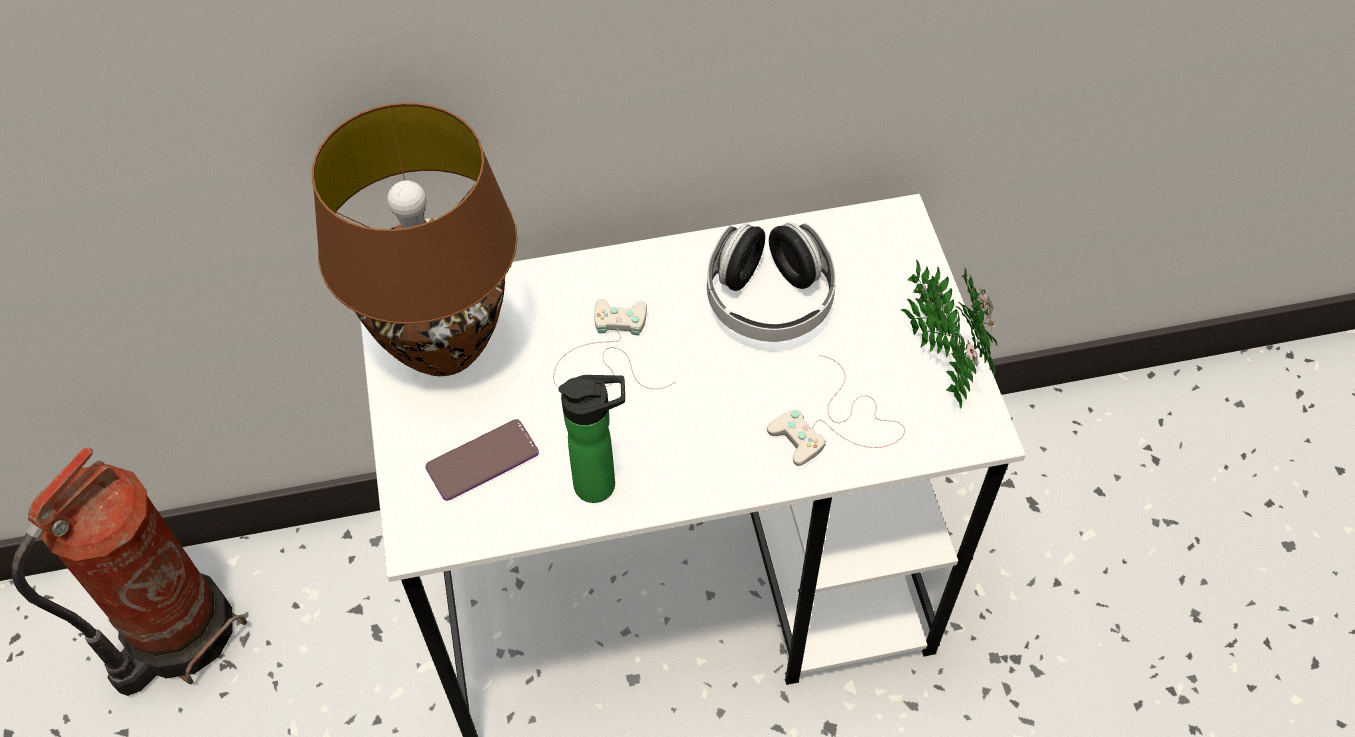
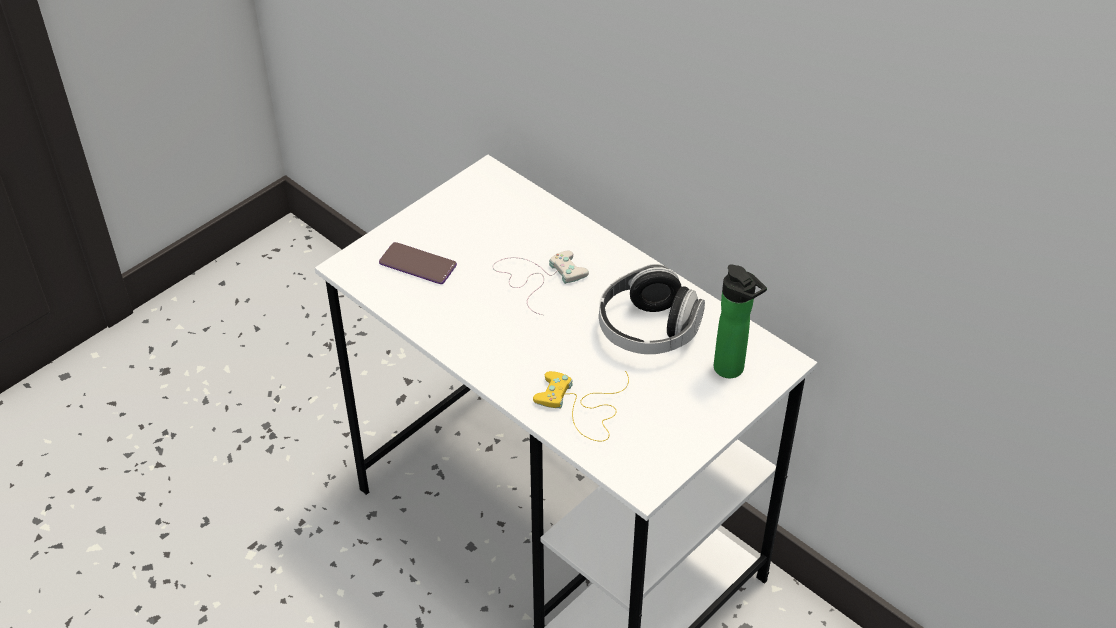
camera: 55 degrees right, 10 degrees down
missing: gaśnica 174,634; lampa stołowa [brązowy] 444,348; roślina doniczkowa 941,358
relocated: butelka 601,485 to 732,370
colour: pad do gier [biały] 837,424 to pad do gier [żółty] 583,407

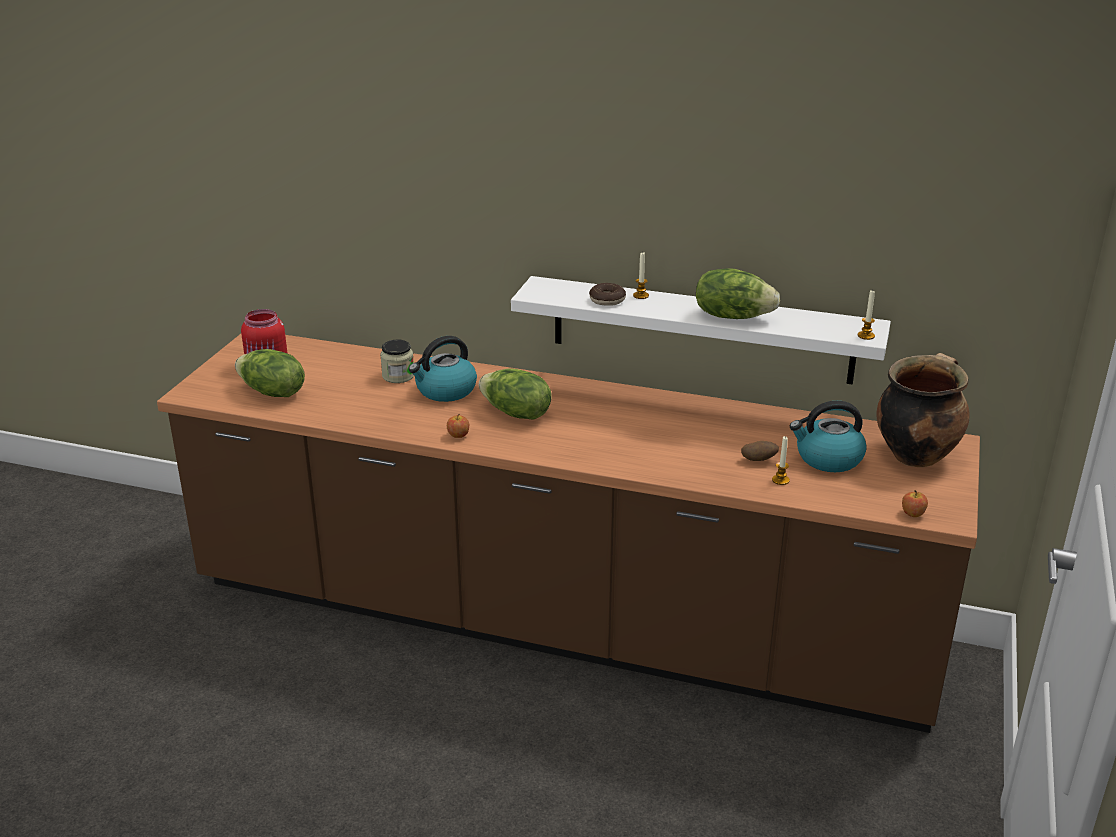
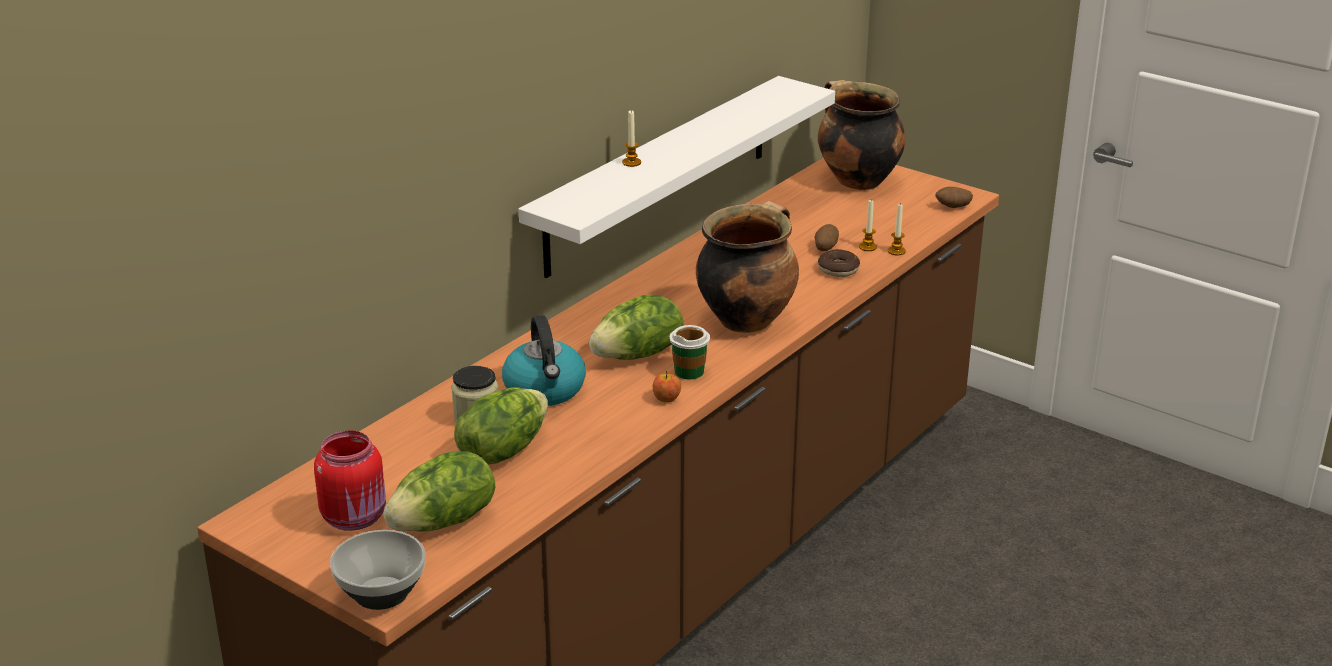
camera: 70 degrees left, 0 degrees up
missing: czajnik 828,459
appeared: miska 380,593; filiżanka 689,371; garnek 746,319
relocated: donut 607,300 to 838,270; sałata 732,316 to 502,450; świeca 866,336 to 896,251
exchanged: jabłko 912,513 to ziemniak 952,207

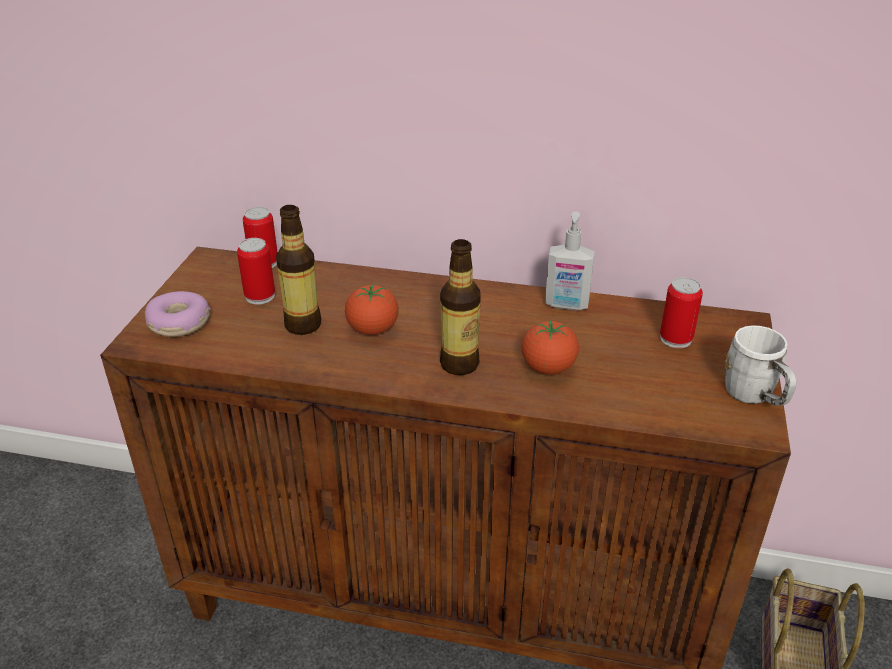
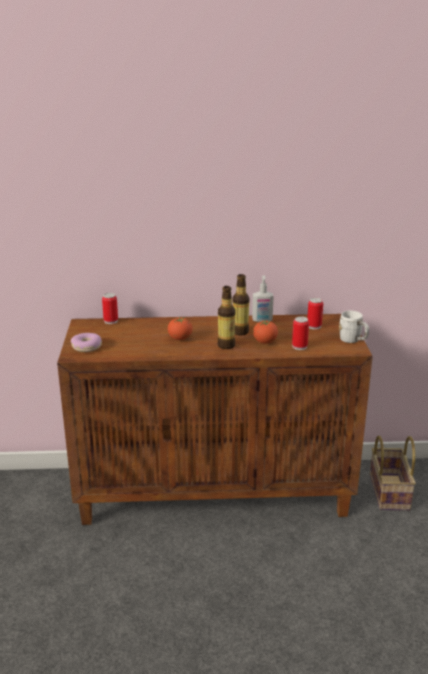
camera: 15 degrees left, 10 degrees down
relocated: puszka 260,296 to 299,346; butelka 303,325 to 240,332

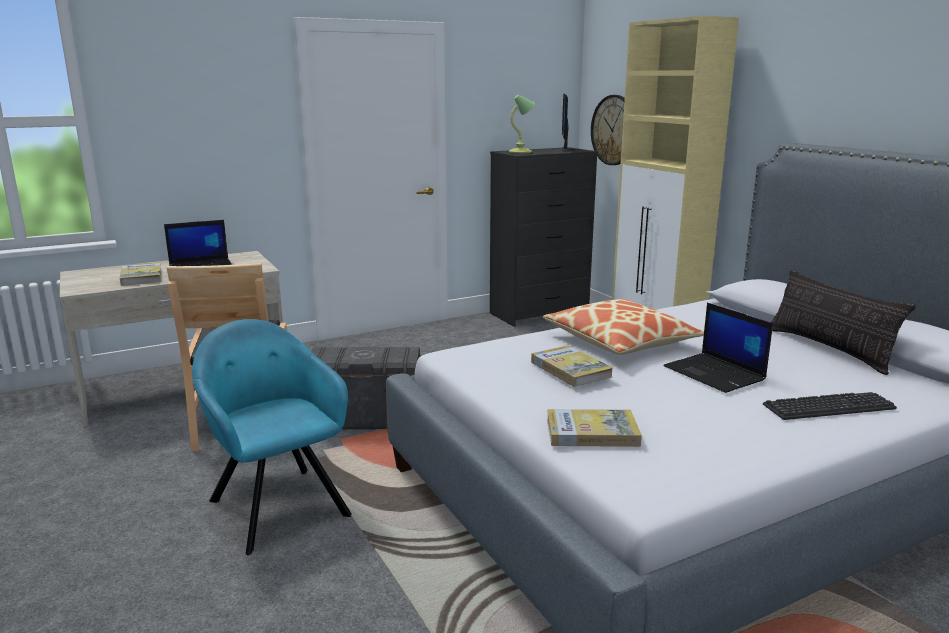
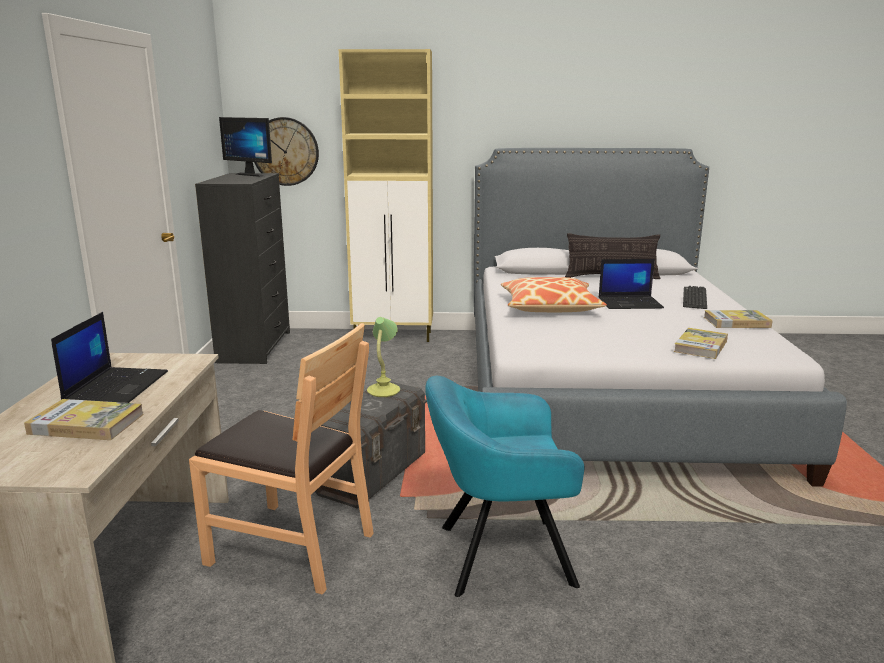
camera: 60 degrees left, 0 degrees up
relocated: lampa stołowa 521,152 to 384,390; książka 570,369 to 736,322

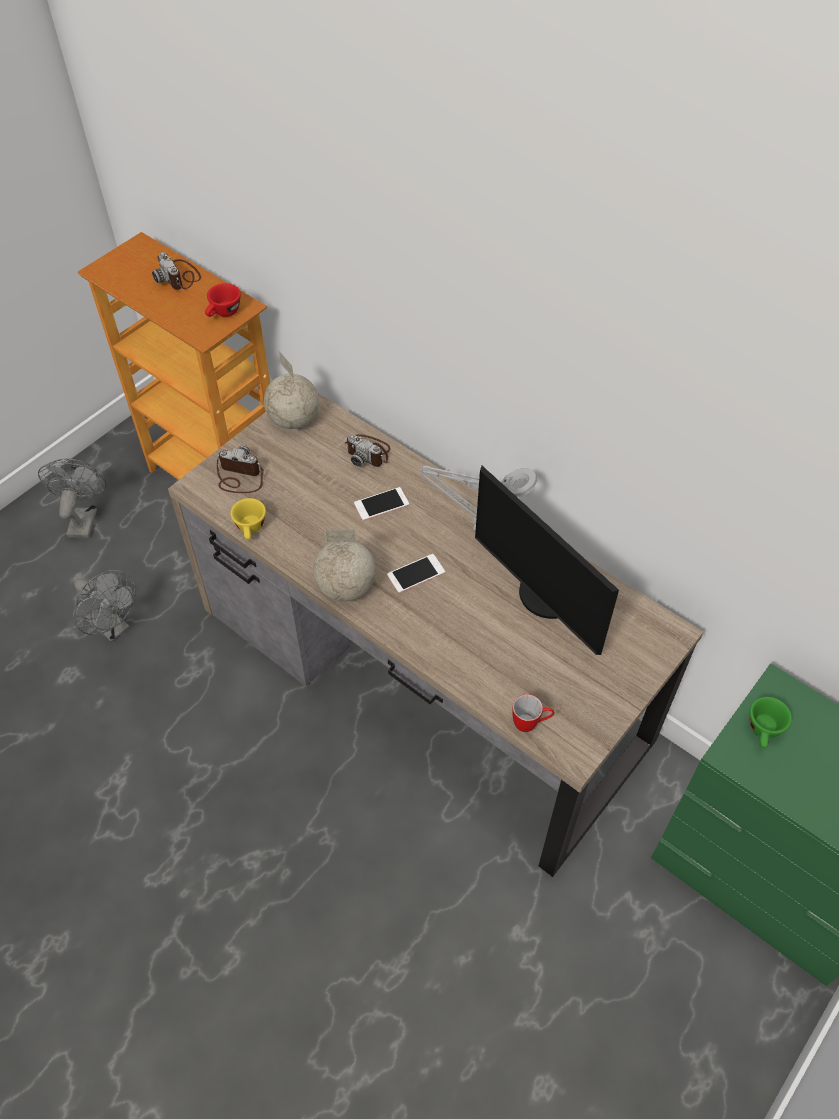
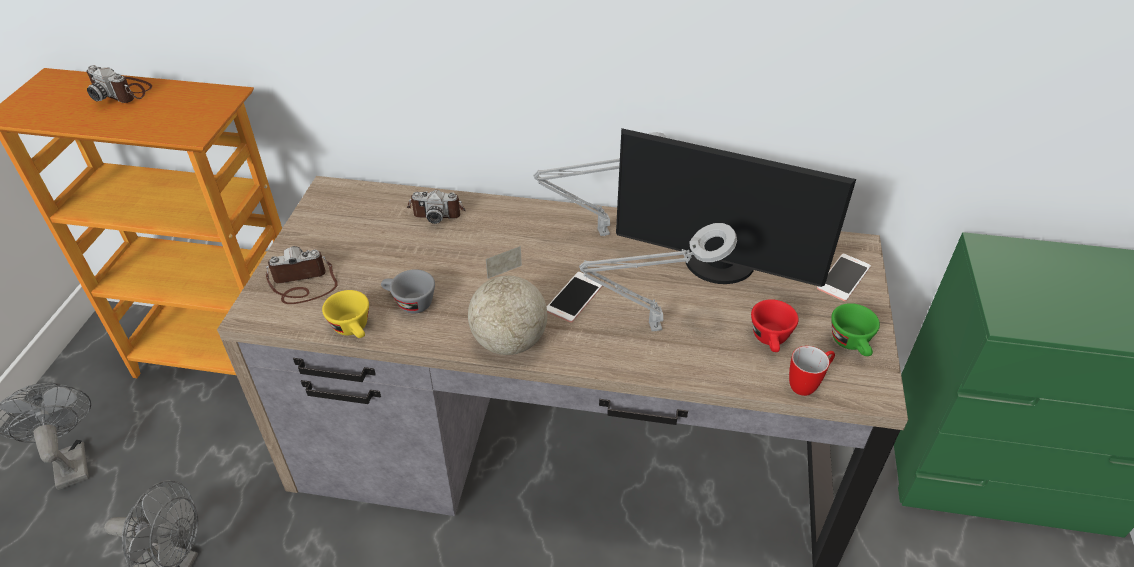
camera: 30 degrees left, 10 degrees down
missing: globus 294,420
appeared: filiżanka [szary] 409,303; lampa stołowa [szary] 650,328
relocated: filiżanka [czerwony] 223,313 to 771,340; telefon 381,504 to 843,278; filiżanka [zielony] 763,732 to 852,344

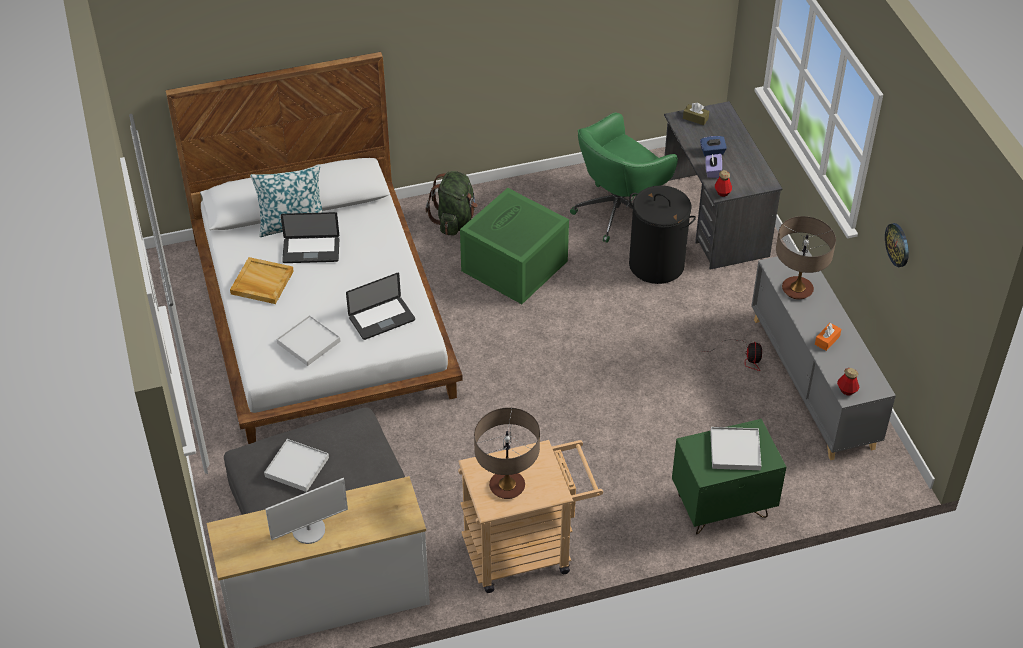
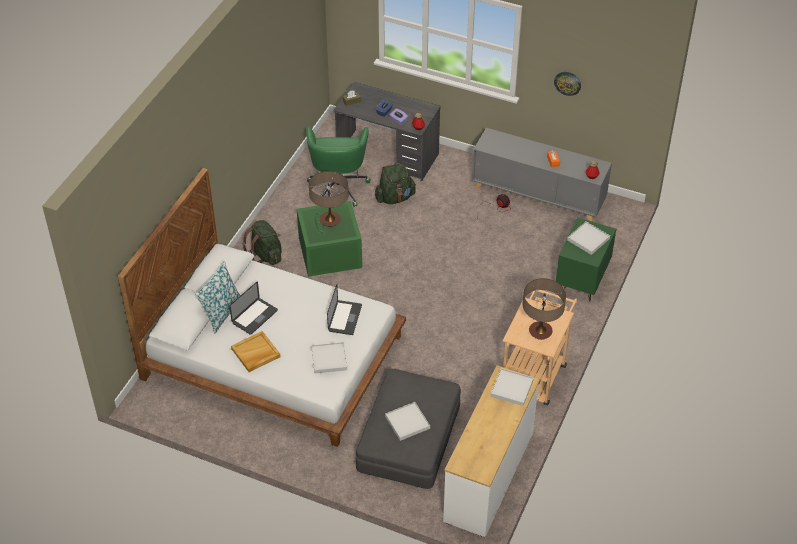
camera: 50 degrees left, 0 degrees up
missing: monitor 309,530
appeared: taca [biały] 511,388
relocated: lampa stołowa 797,290 to 330,220
exchanged: kosz na pranie [czarny] 656,264 to plecak [zielony] 395,198

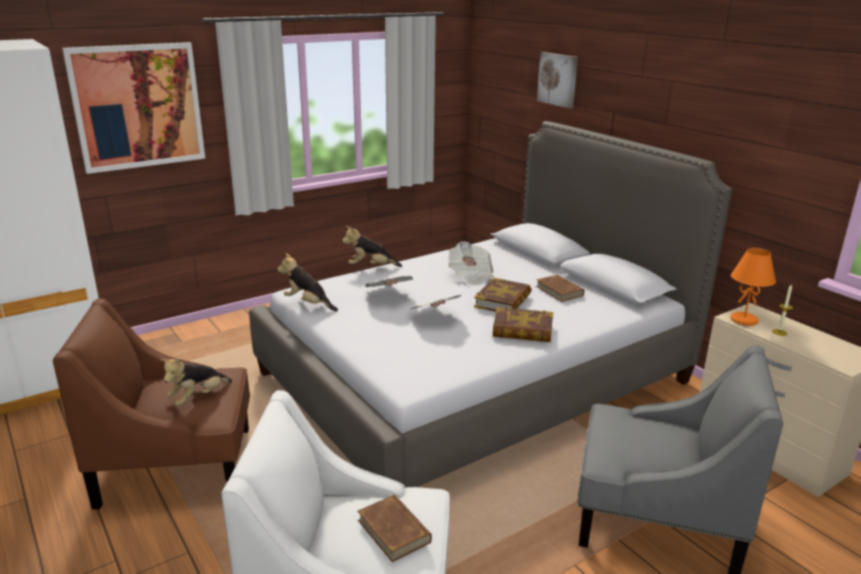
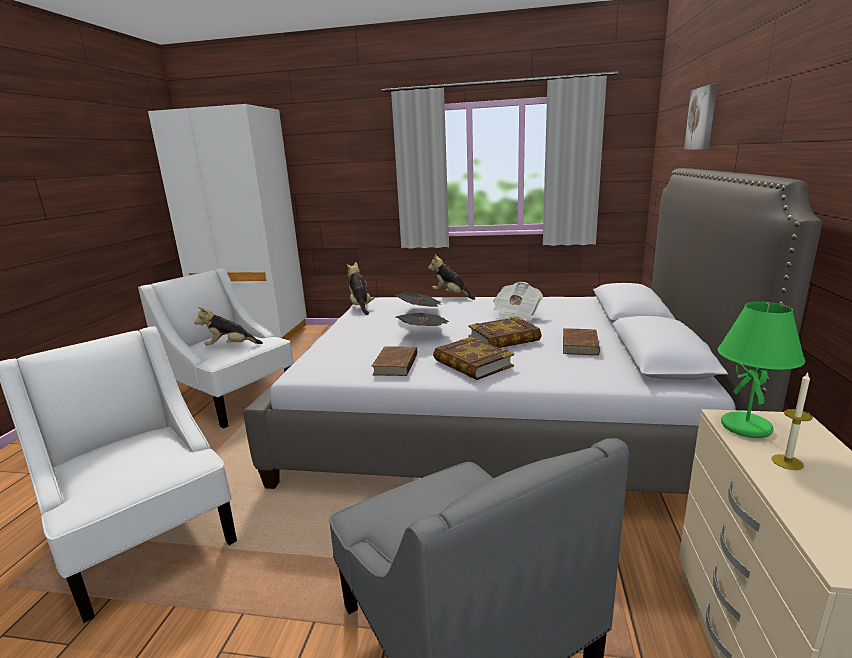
camera: 45 degrees right, 5 degrees down
missing: obraz 138,106
relocated: książka [brązowy] 394,530 to 396,364
colour: fotel [brązowy] 177,466 to fotel [biały] 232,398; lampa stołowa [pomarańczowy] 744,320 to lampa stołowa [zielony] 747,427

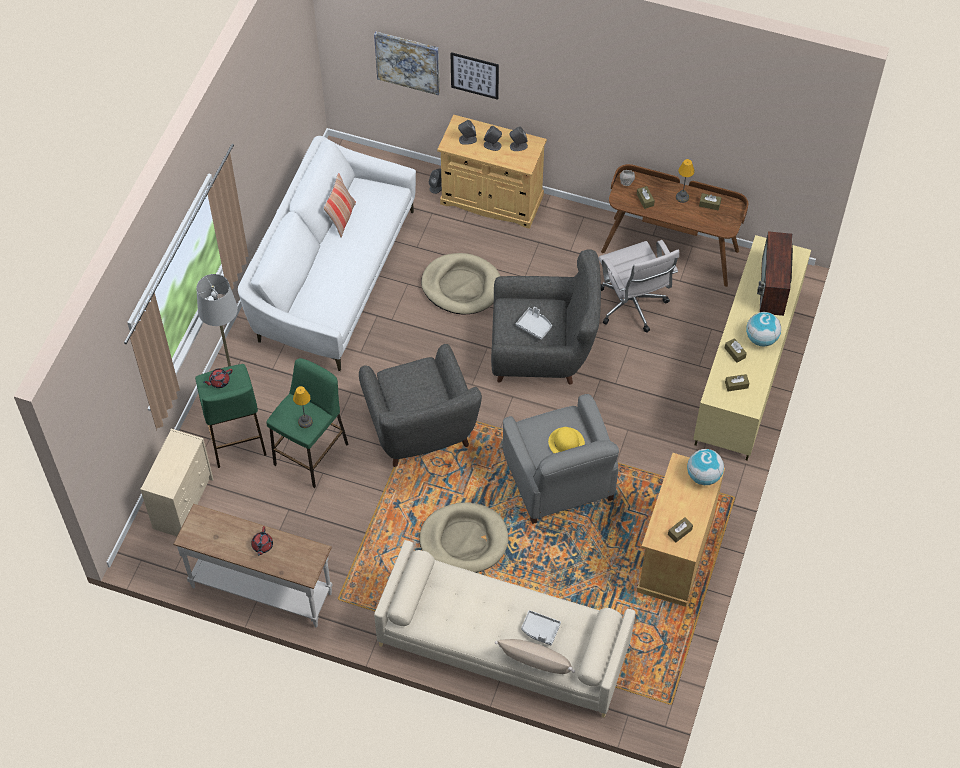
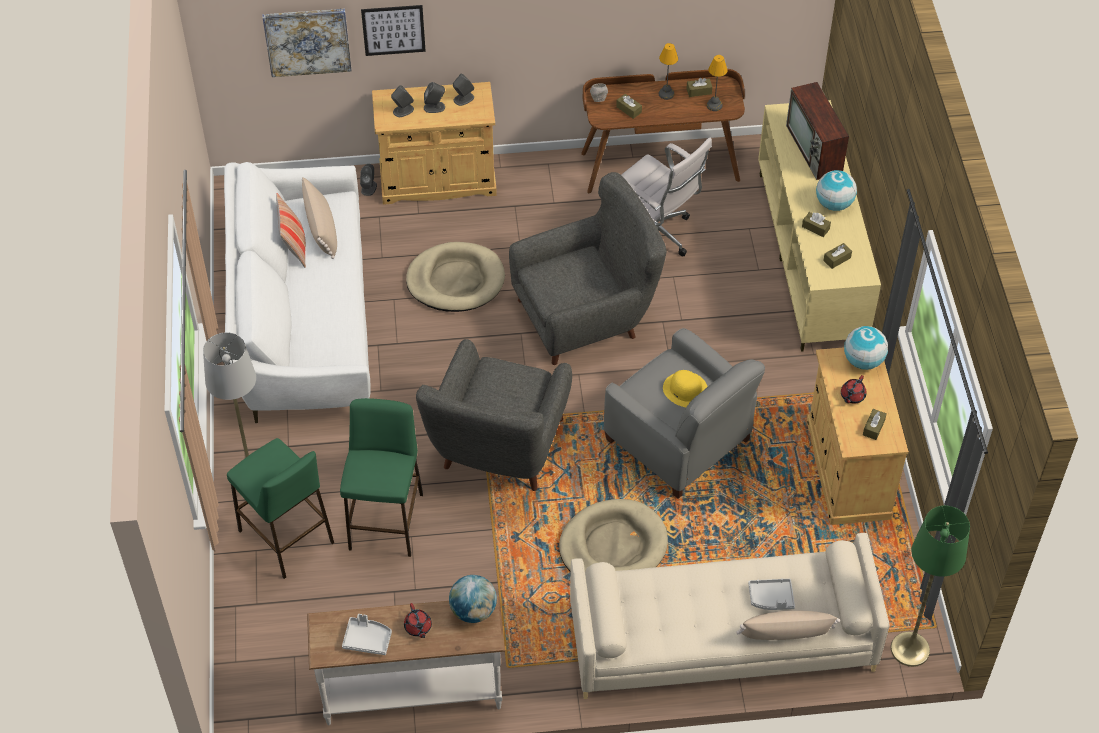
camera: 25 degrees left, 5 degrees down
missing: komoda [beżowy] 183,503
appeared: poduszka [beżowy] 321,229; globus 473,611; lampa stojąca [zielony] 910,649
relocated: imbryk [czerwony] 219,381 to 852,396; lampa stołowa 305,422 to 715,105; taca [szary] 534,326 to 367,639
spun: fotel [szary] 421,432 = 499,450 60 degrees clockwise

